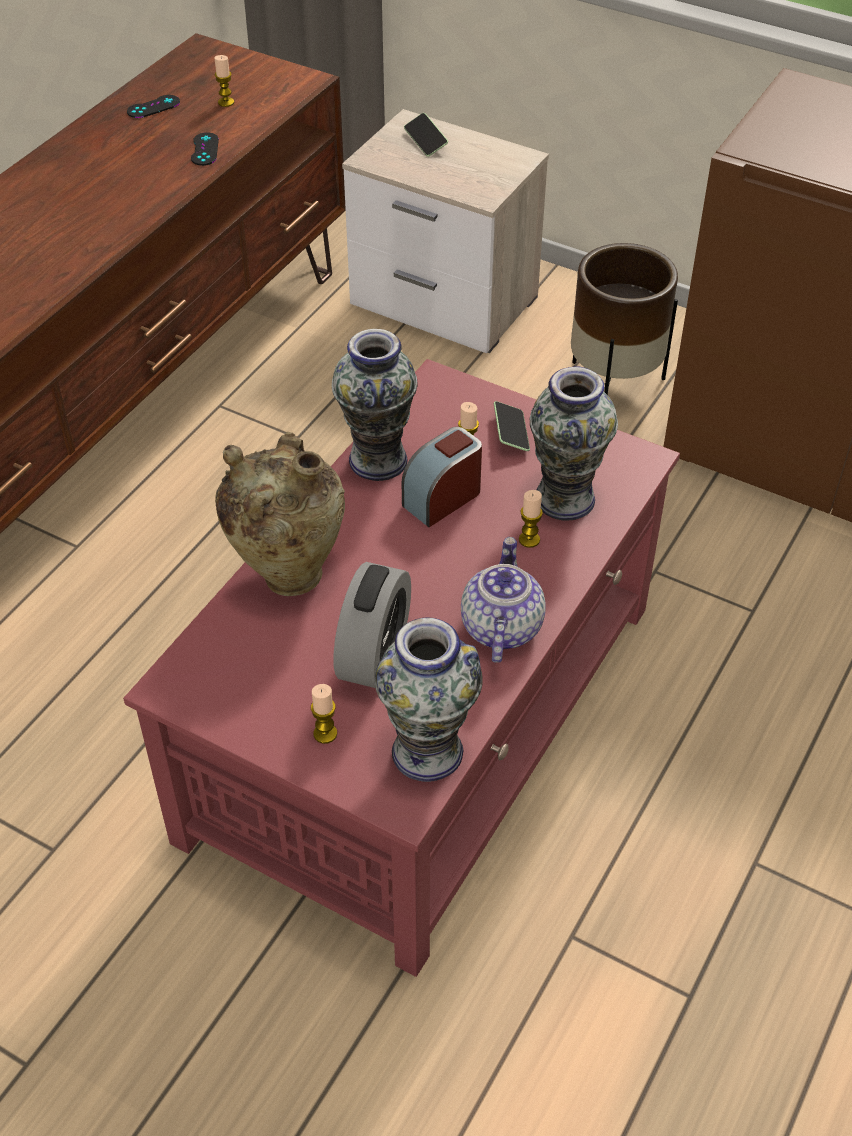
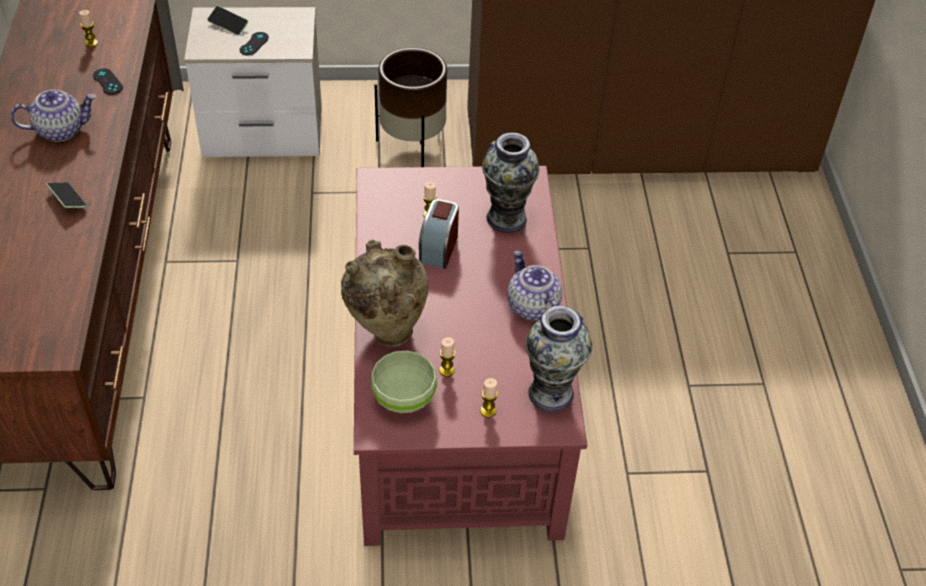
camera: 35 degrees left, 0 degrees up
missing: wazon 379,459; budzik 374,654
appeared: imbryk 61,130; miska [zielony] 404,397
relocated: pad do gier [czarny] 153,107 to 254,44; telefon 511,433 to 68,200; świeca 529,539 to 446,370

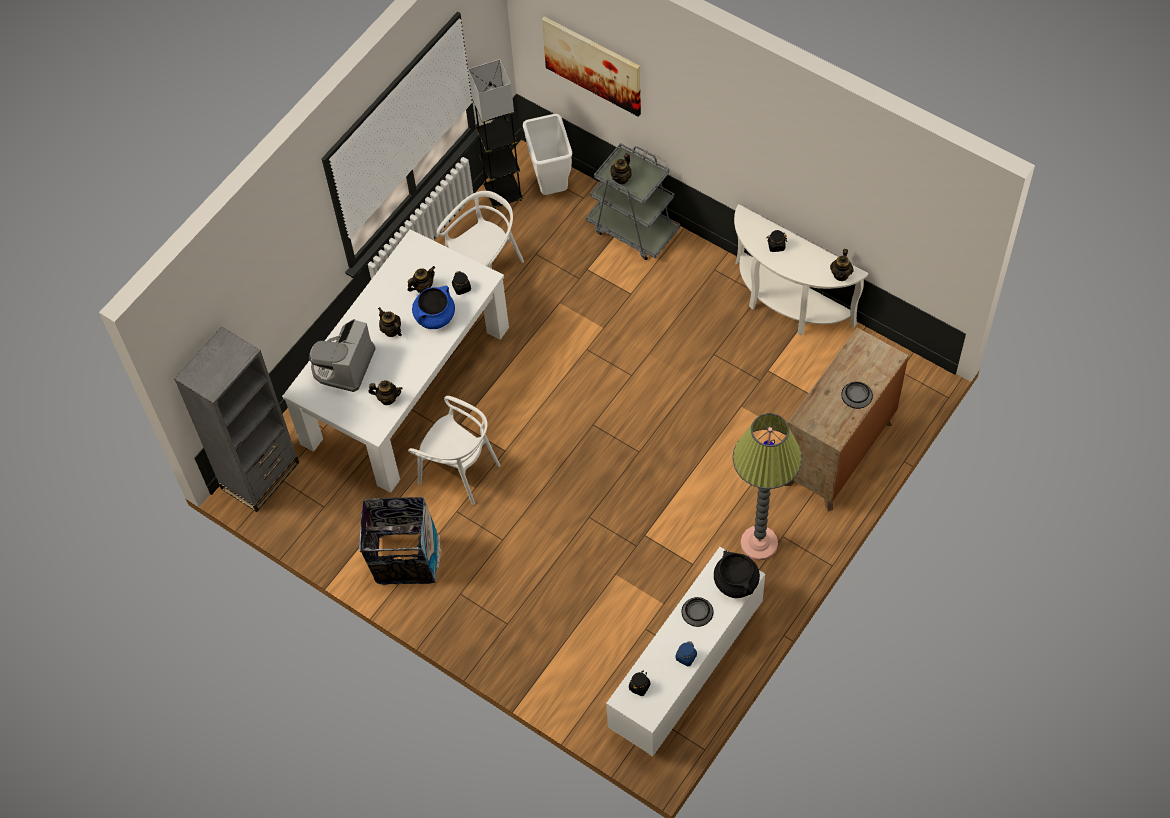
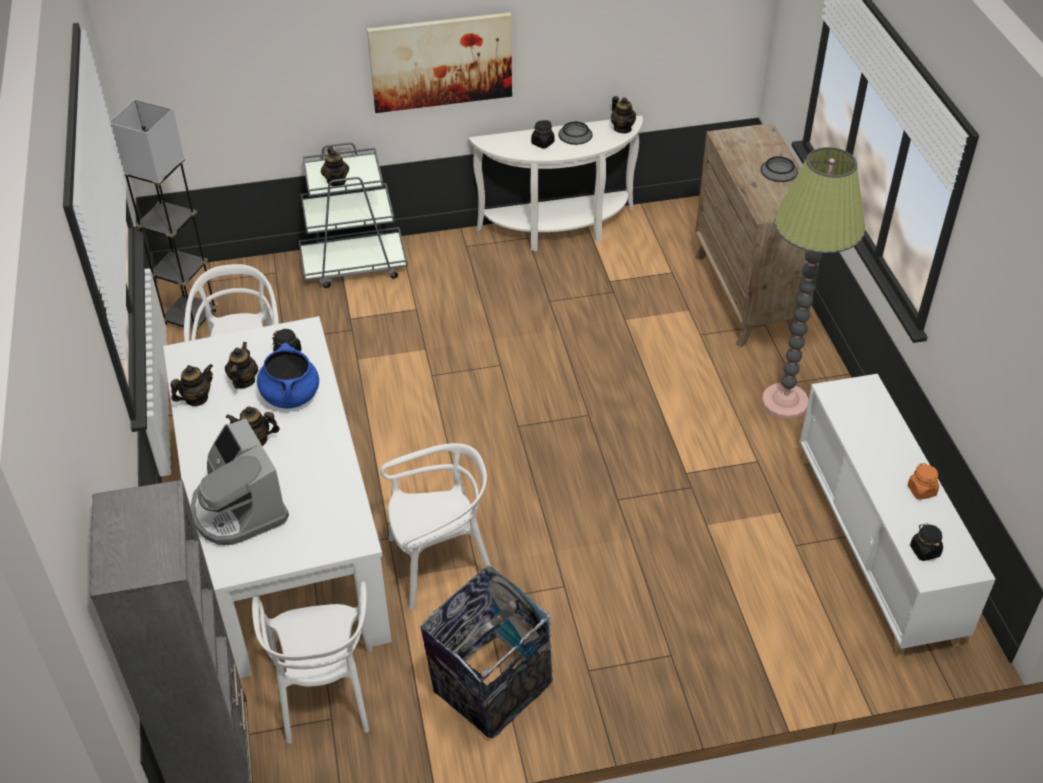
camera: 50 degrees left, 15 degrees down
missing: kosz na śmieci [biały] 551,185; garnek [czarny] 736,582
appeared: krzesło [biały] 325,693
relocated: imbryk 387,398 to 196,398; obraz 593,65 to 441,62; miska 697,612 to 575,134
colour: słoik [niebieski] 686,657 to słoik [pomarańczowy] 922,490

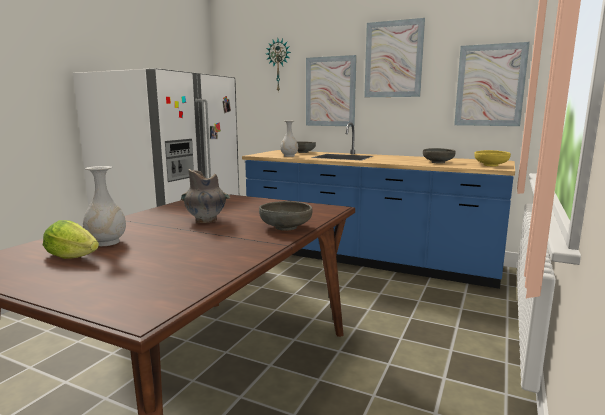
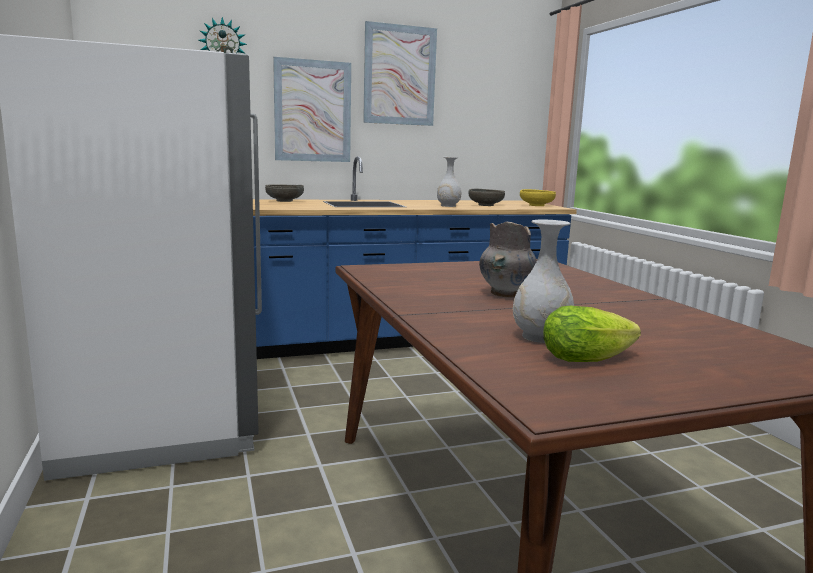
camera: 45 degrees left, 0 degrees up
missing: miska [szary] 285,227; obraz 490,85
relocated: wazon [biały] 289,156 to 448,206

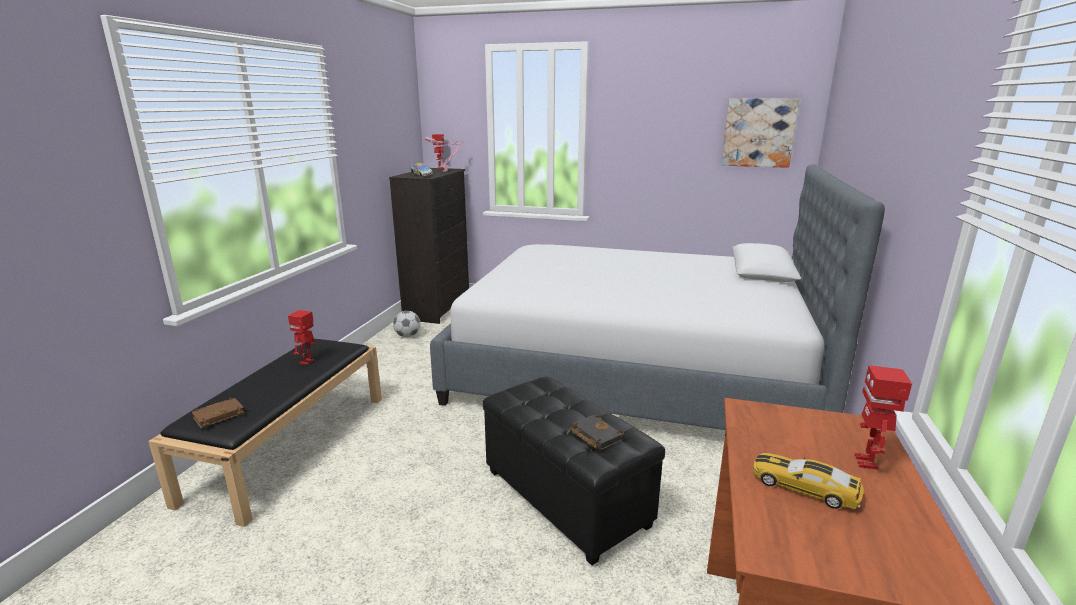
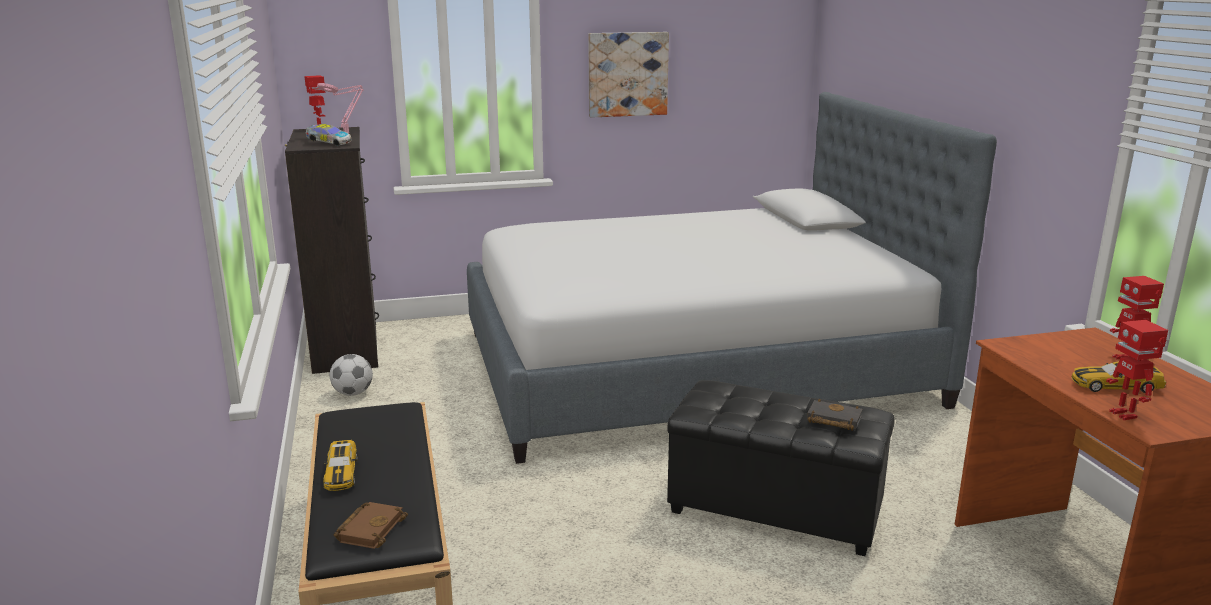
camera: 30 degrees left, 0 degrees up
appeared: samochodzik 341,473
relocated: robot zabawkowy 307,362 to 1124,414; obraz 758,133 to 627,74

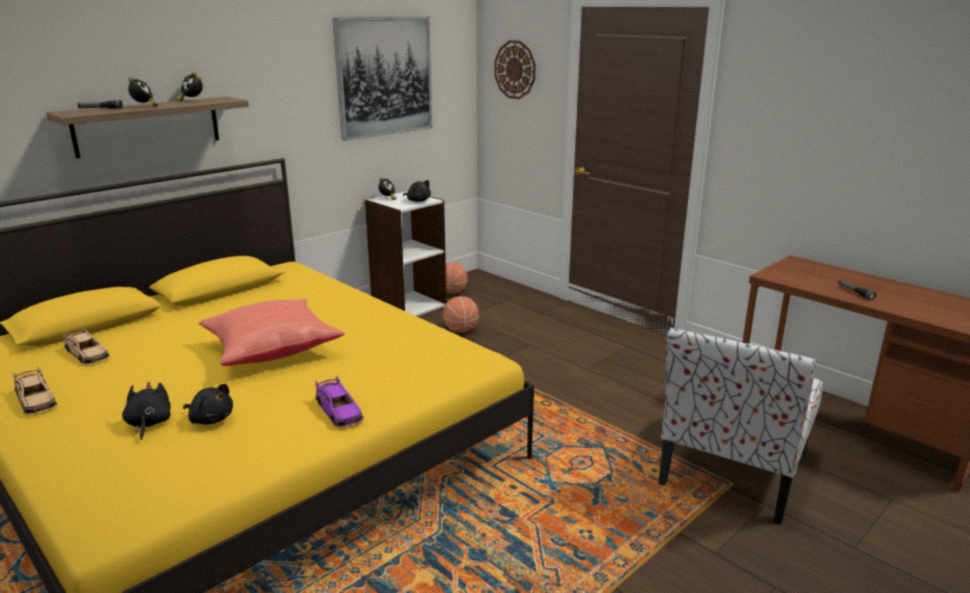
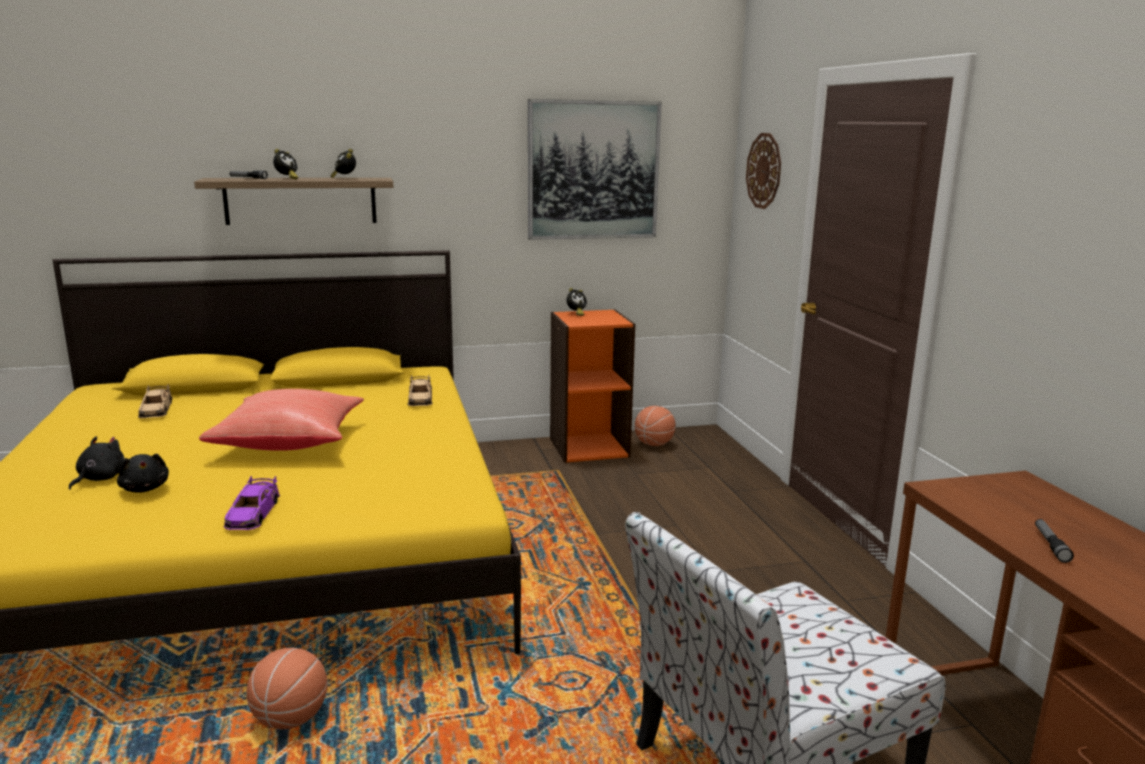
camera: 30 degrees right, 5 degrees down
missing: pluszak [czarny] 418,201
relocated: samochodzik [beżowy] 36,400 to 420,399; piłka do koszykówki 461,330 to 290,718
colour: regał [biały] 408,305 to regał [pomarańczowy] 589,447

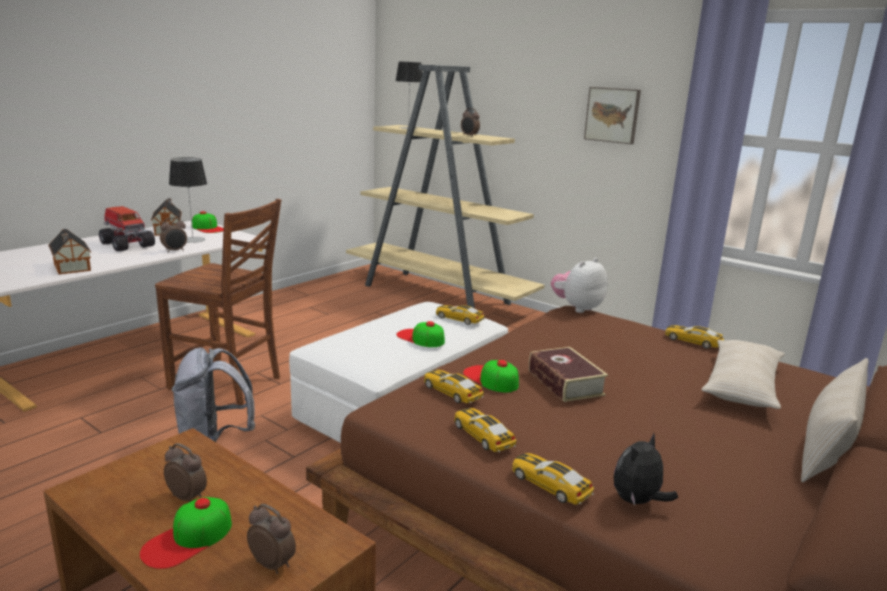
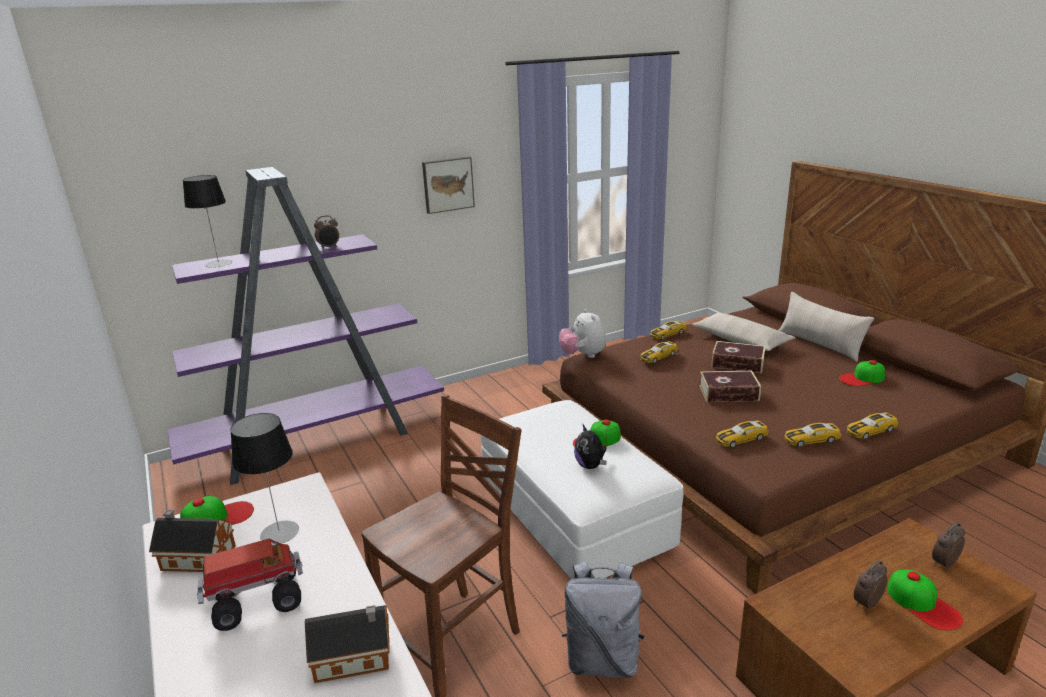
camera: 65 degrees left, 5 degrees up
missing: budzik 175,251
appeared: książka 737,363
relocated: samochodzik 459,319 to 658,357; czapka z daszkiem 490,378 to 862,378; pluszak 637,501 to 590,466
colour: regał [beżowy] 438,295 to regał [fioletowy] 317,439

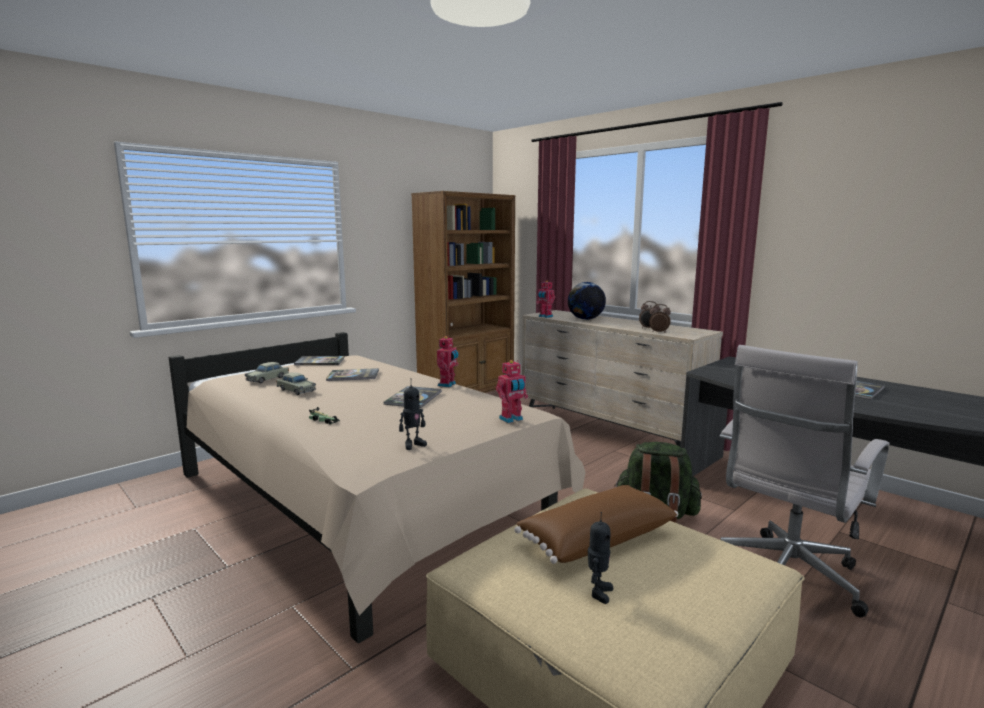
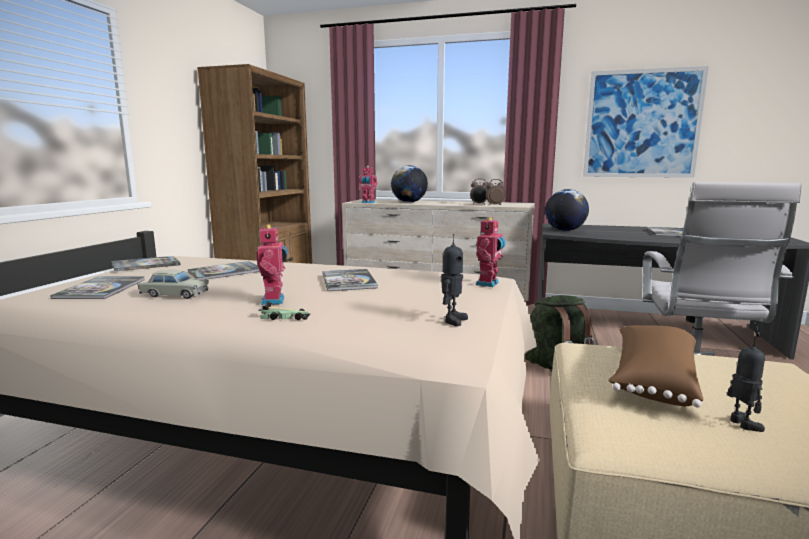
camera: 30 degrees left, 0 degrees up
appeared: globus 565,230; obraz 642,124
relocated: robot zabawkowy 448,385 to 275,301
exchanged: samochodzik [beżowy] 268,379 to książka 101,289

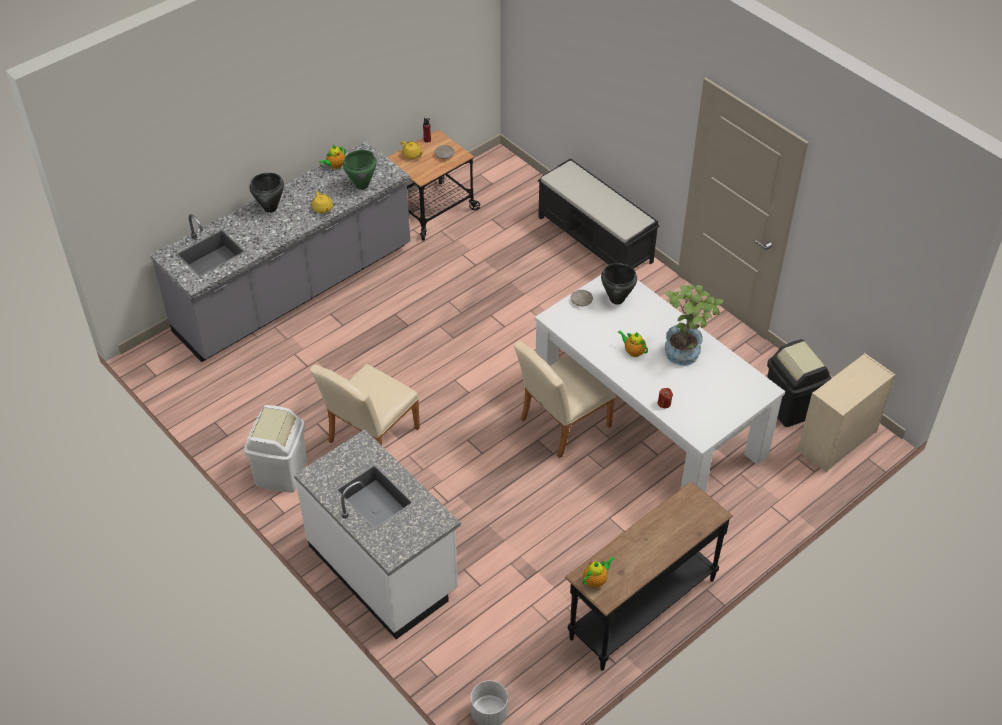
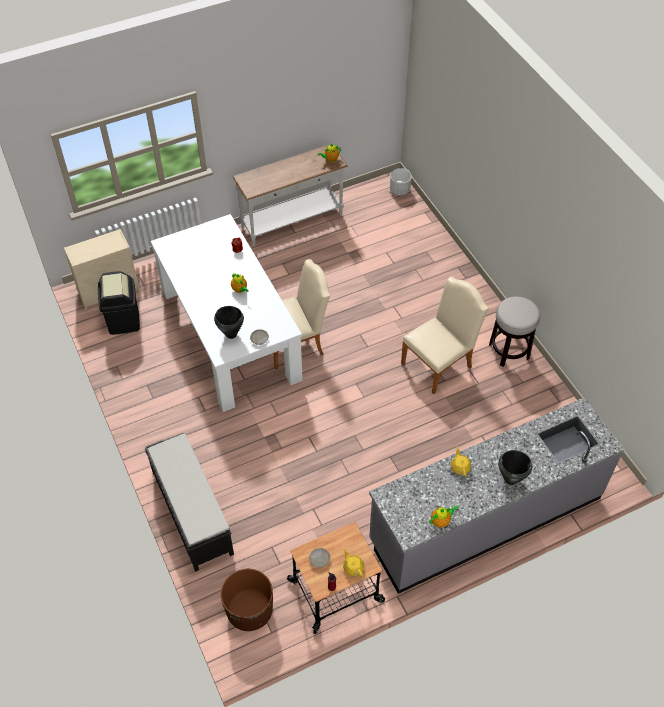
camera: 165 degrees left, 5 degrees up
missing: zabudowa kuchenna [biały] 384,568; garnek [zielony] 362,185; roślina doniczkowa 686,350
appeared: donica [brązowy] 249,610
exchanged: kosz na śmieci [biały] 281,472 to stołek 509,351
colour: stolik konsolowy [czarny] 641,607 to stolik konsolowy [biały] 292,222

